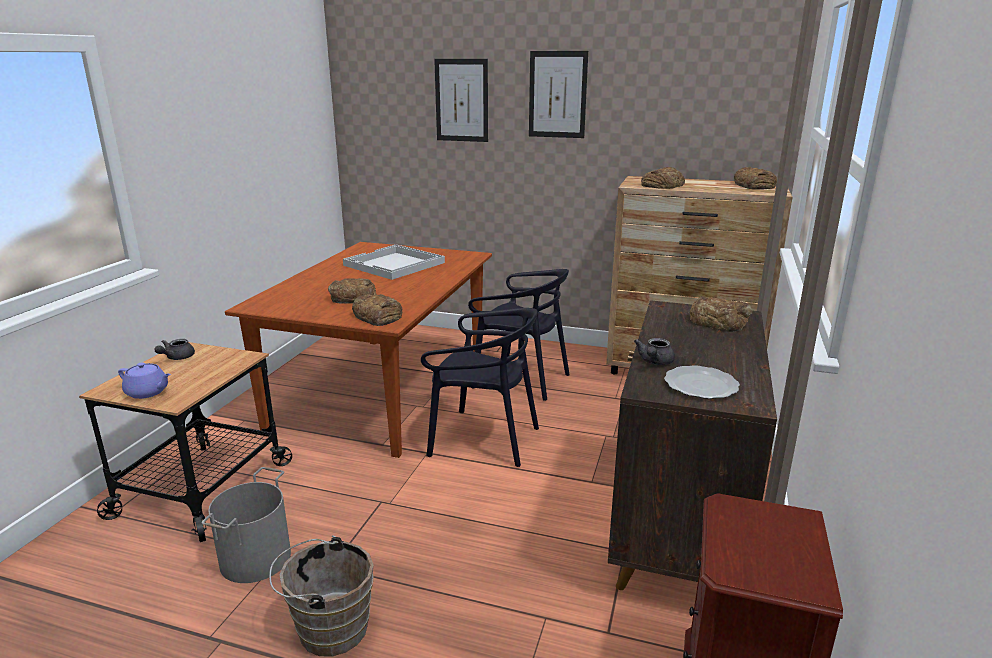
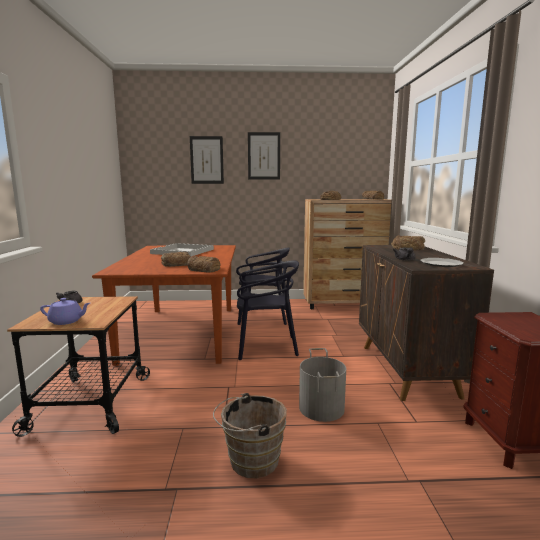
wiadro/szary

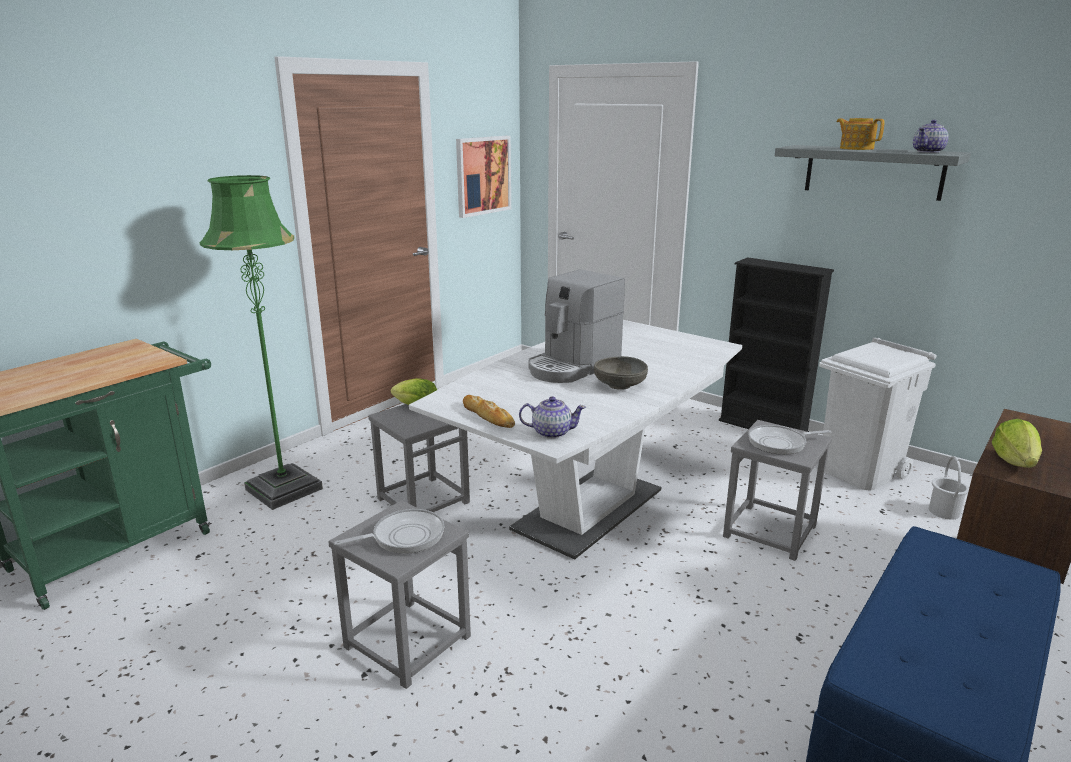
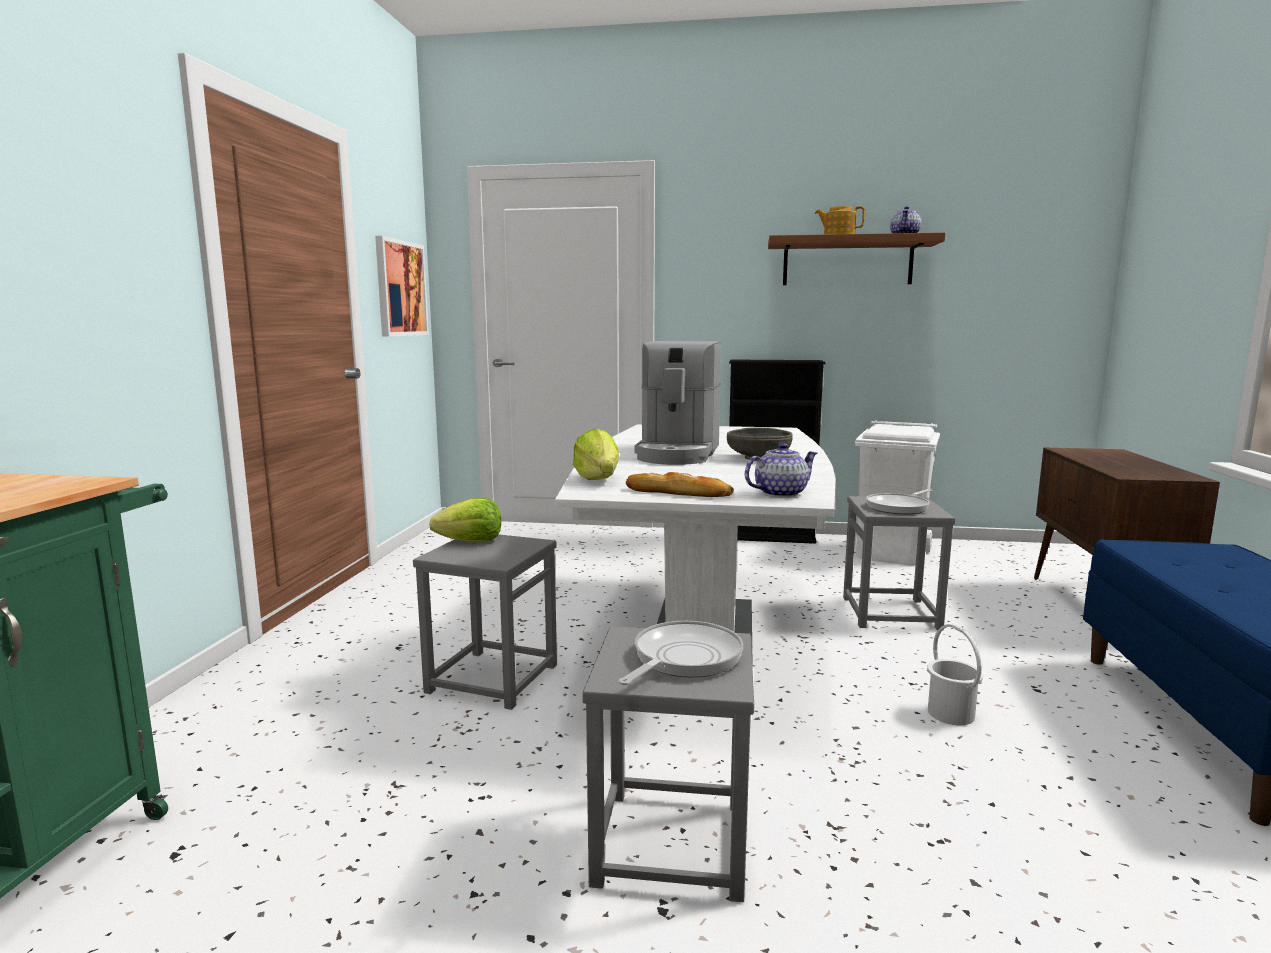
sałata (no. 2 from left); półka/brązowy; wiadro/biały; lampa stojąca/zielony

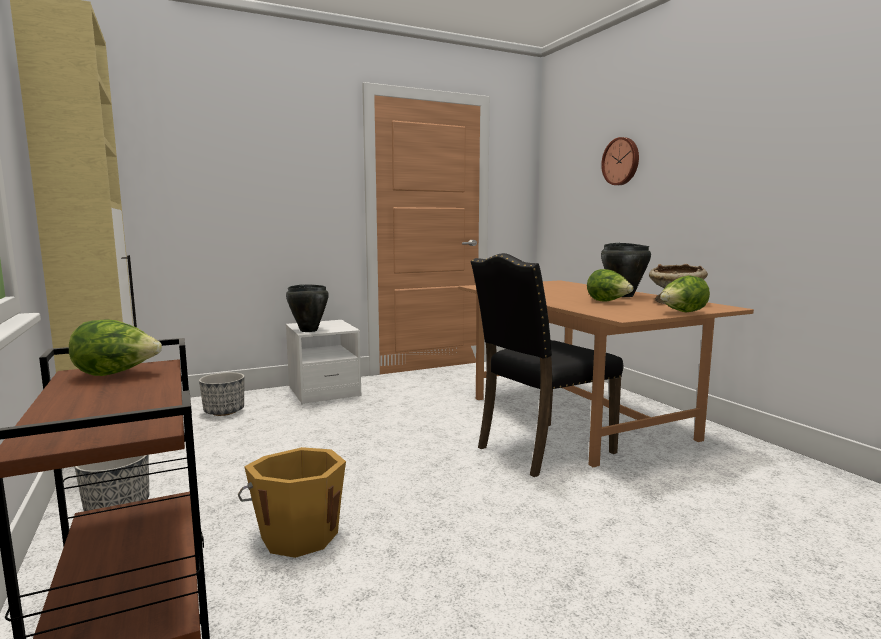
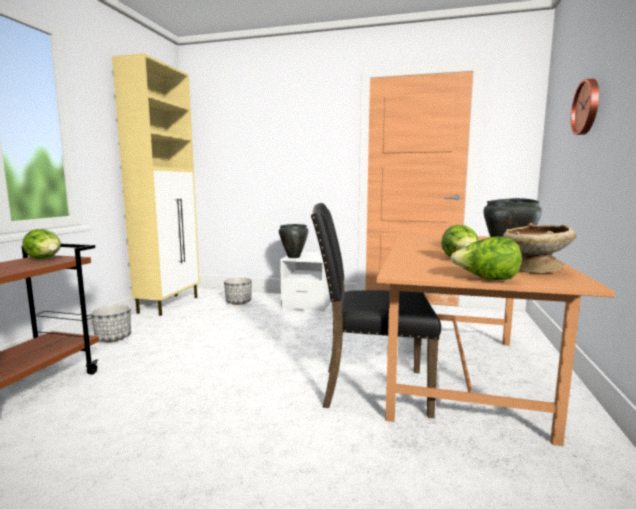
wiadro/pomarańczowy

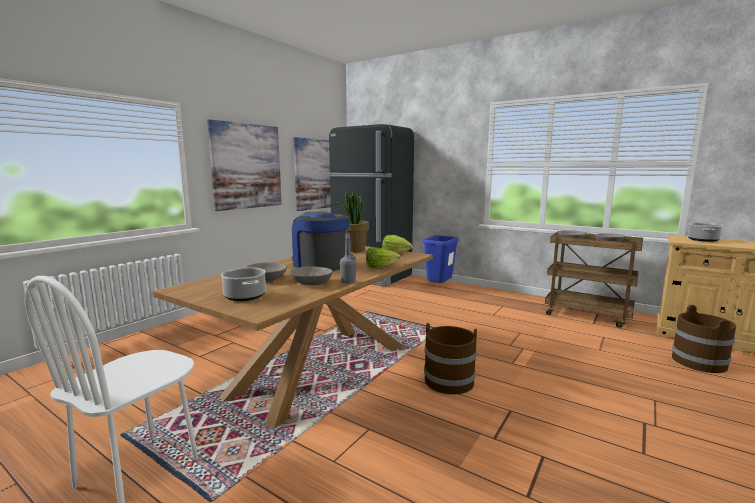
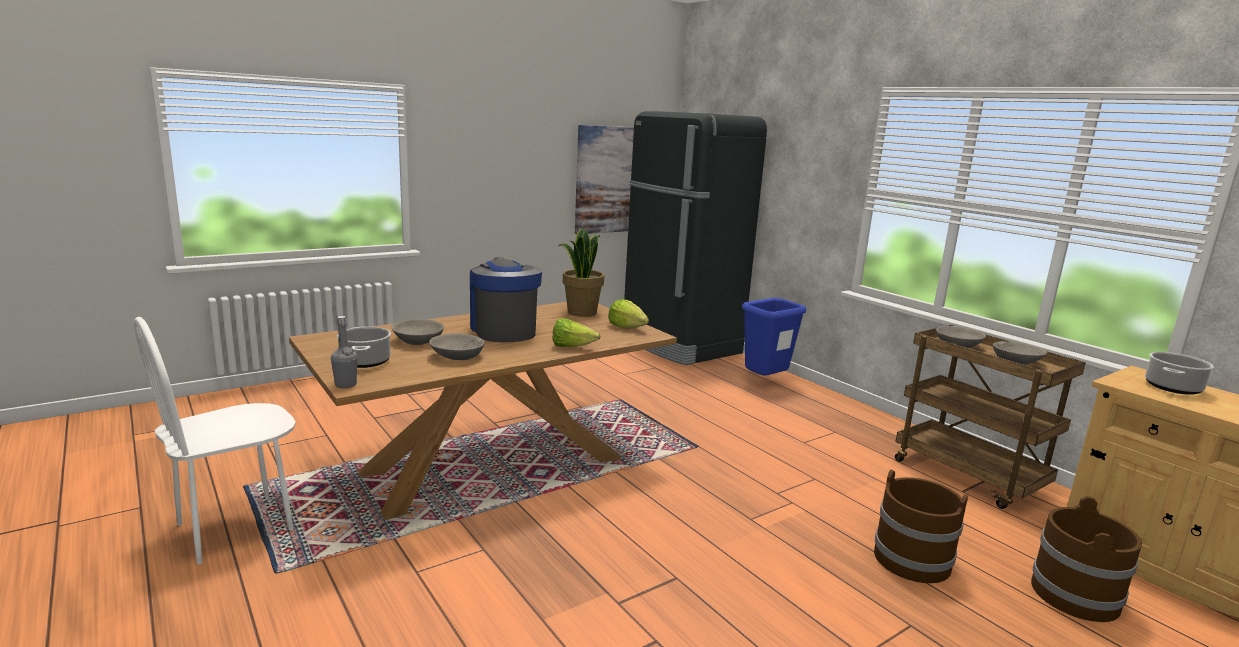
butelka/szary; wiadro/brązowy (no. 1 from left); obraz (no. 1 from left in the first image)

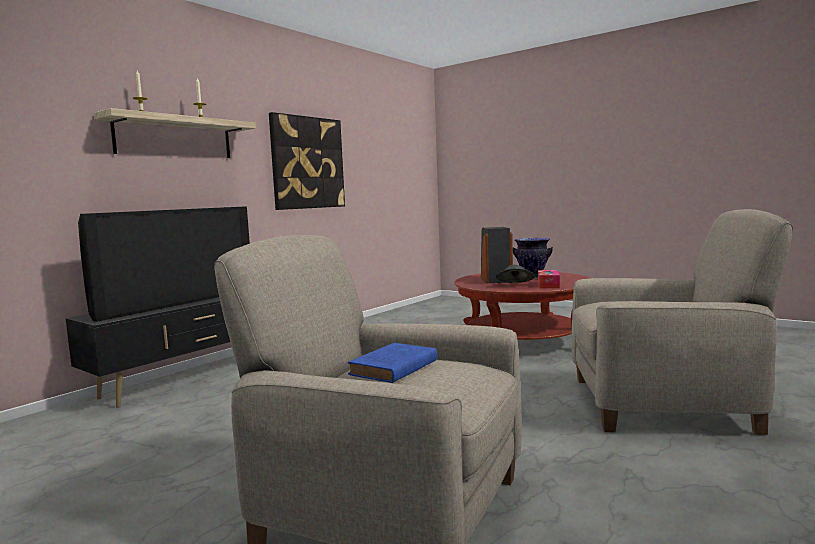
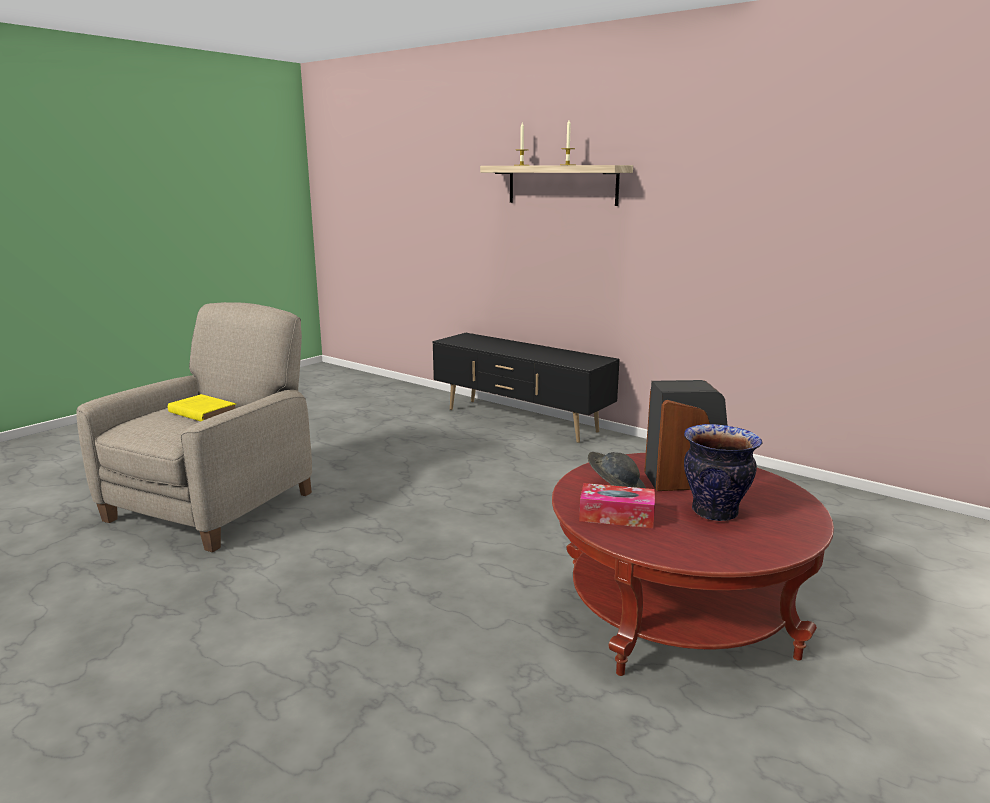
książka/żółty; telewizor; obraz; fotel/beżowy (no. 2 from left in the first image)

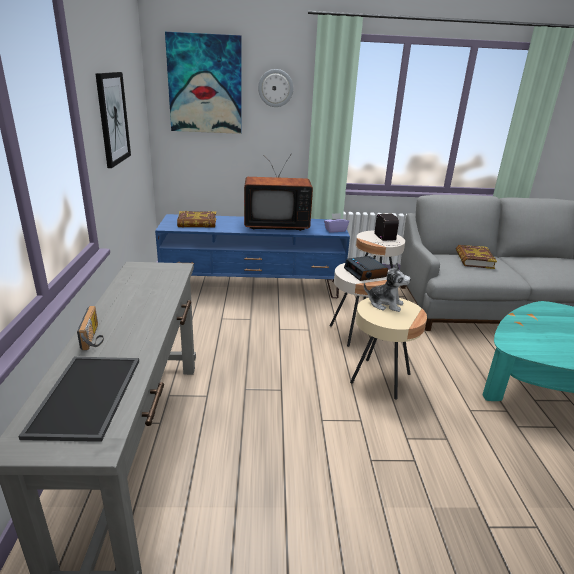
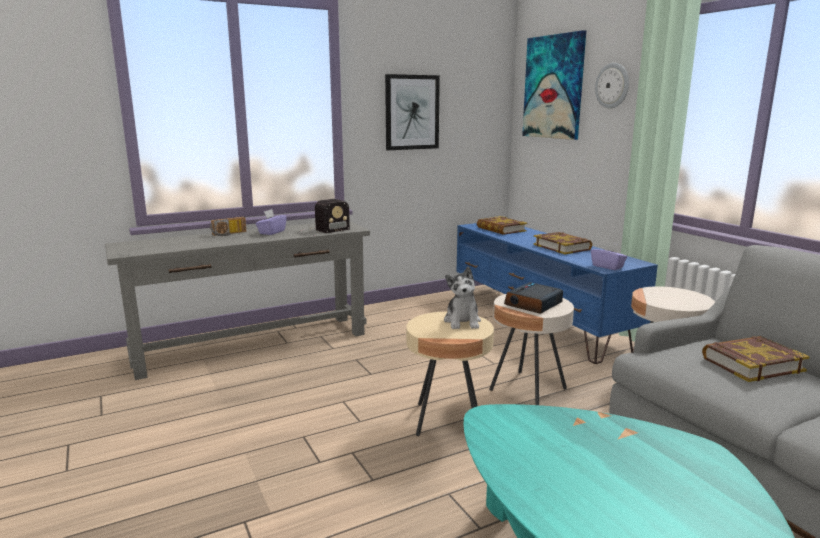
pudełko chusteczek/fioletowy (no. 1 from left); radio (no. 2 from left); książka (no. 2 from left); taca

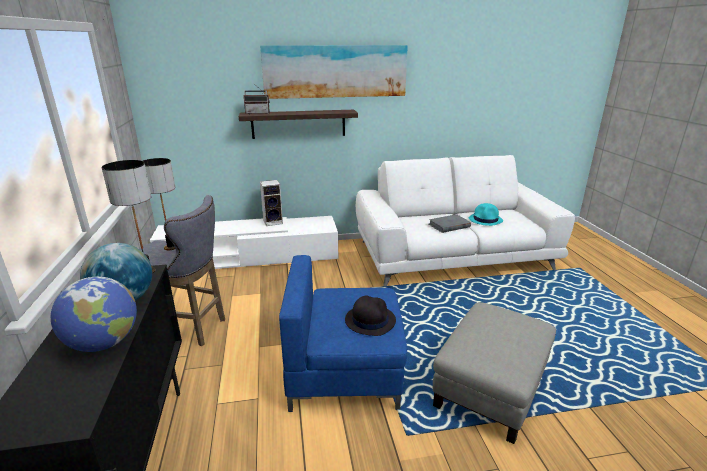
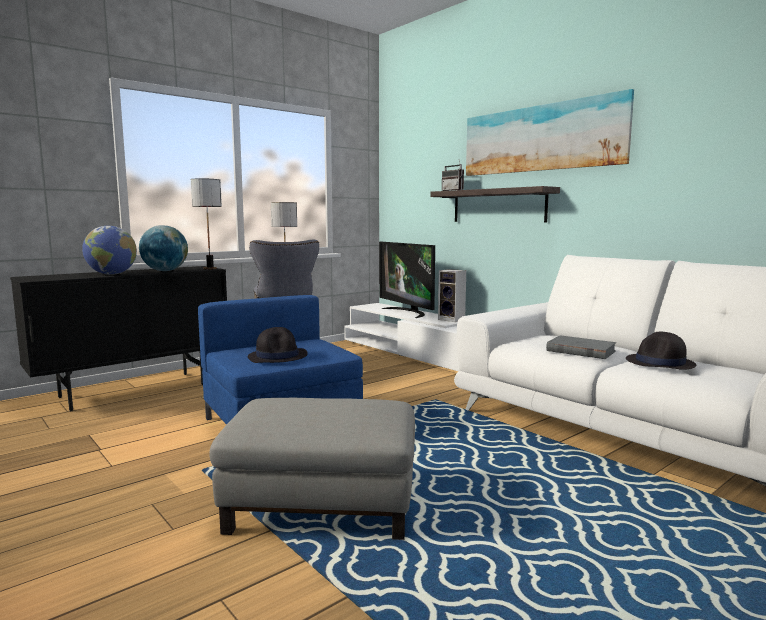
telewizor; kapelusz/czarny (no. 2 from left)

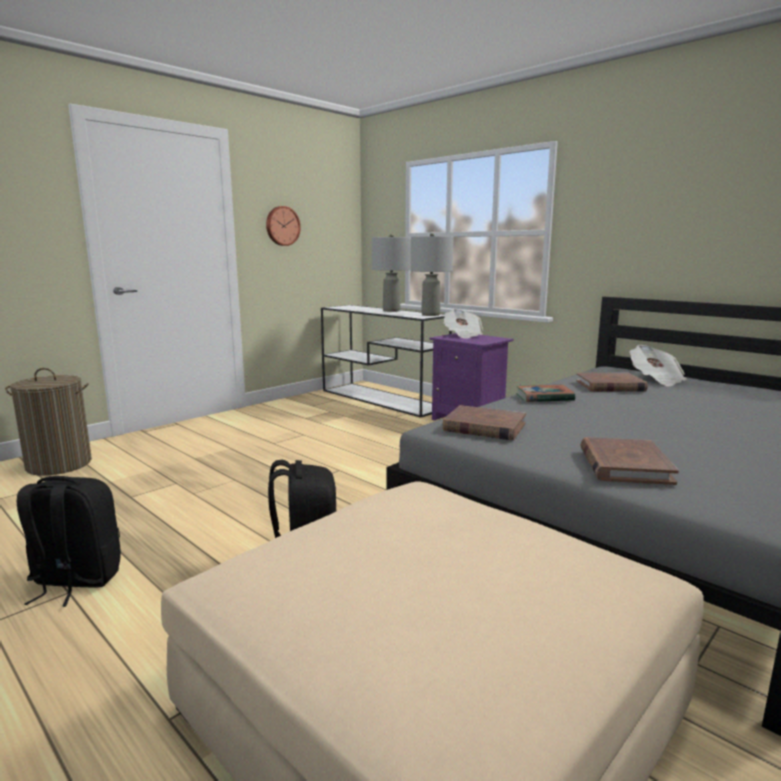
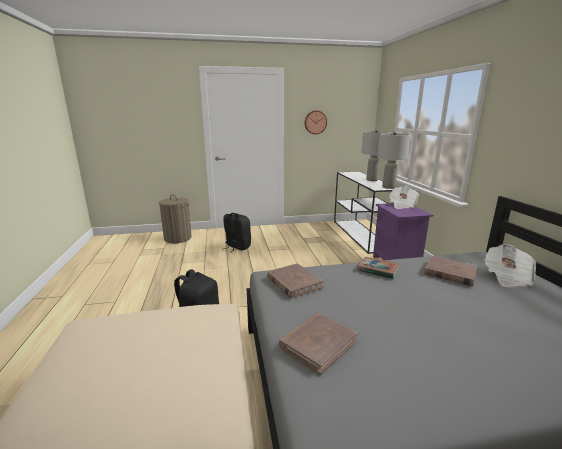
plecak/czarny (no. 2 from left)

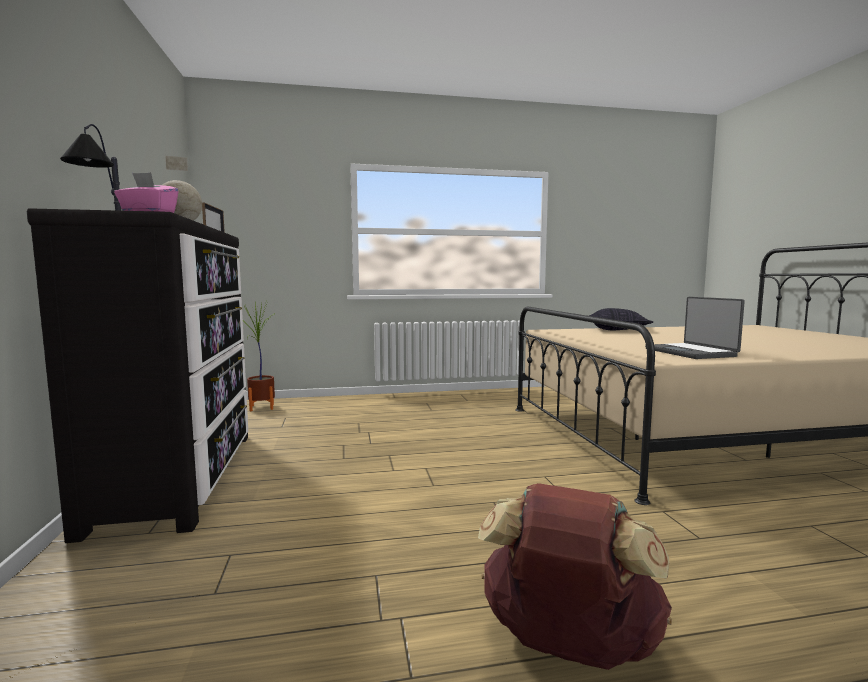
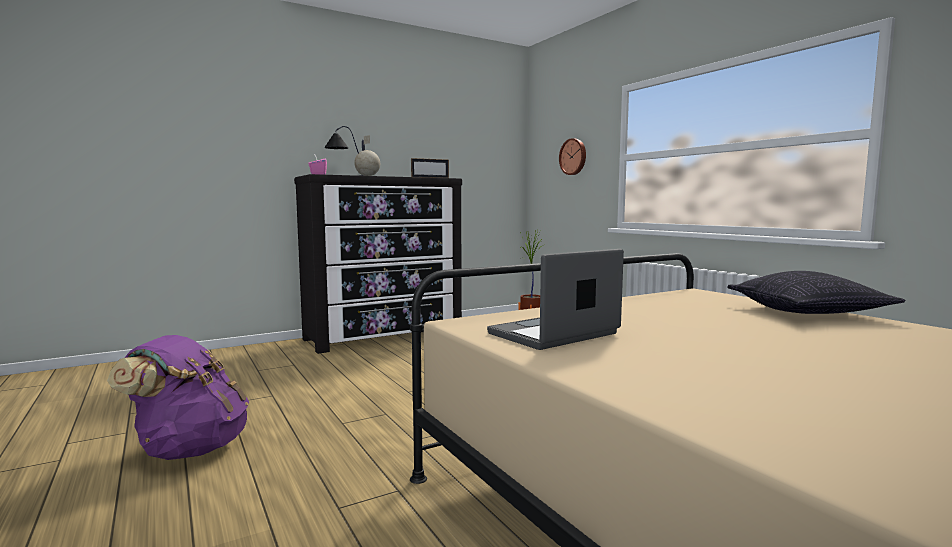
plecak/fioletowy; zegar ścienny

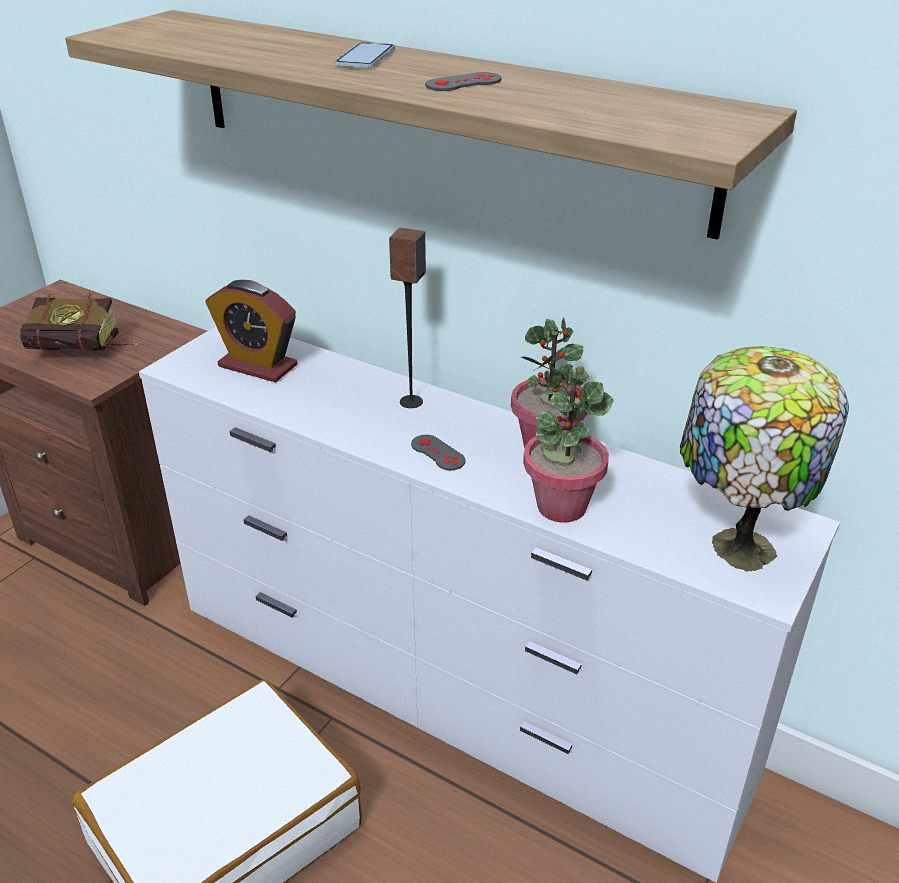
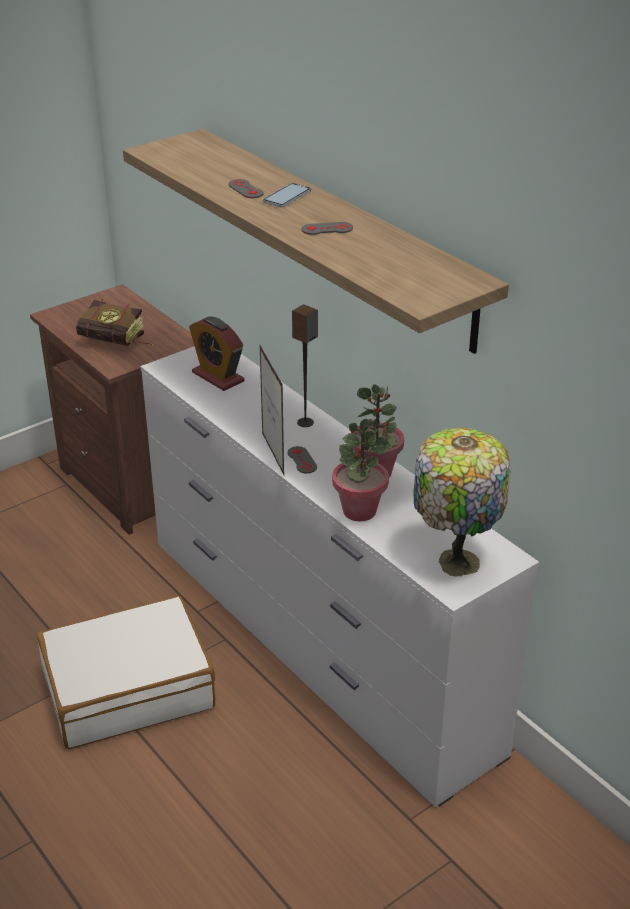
pad do gier/szary (no. 1 from left); ramka na zdjęcie

